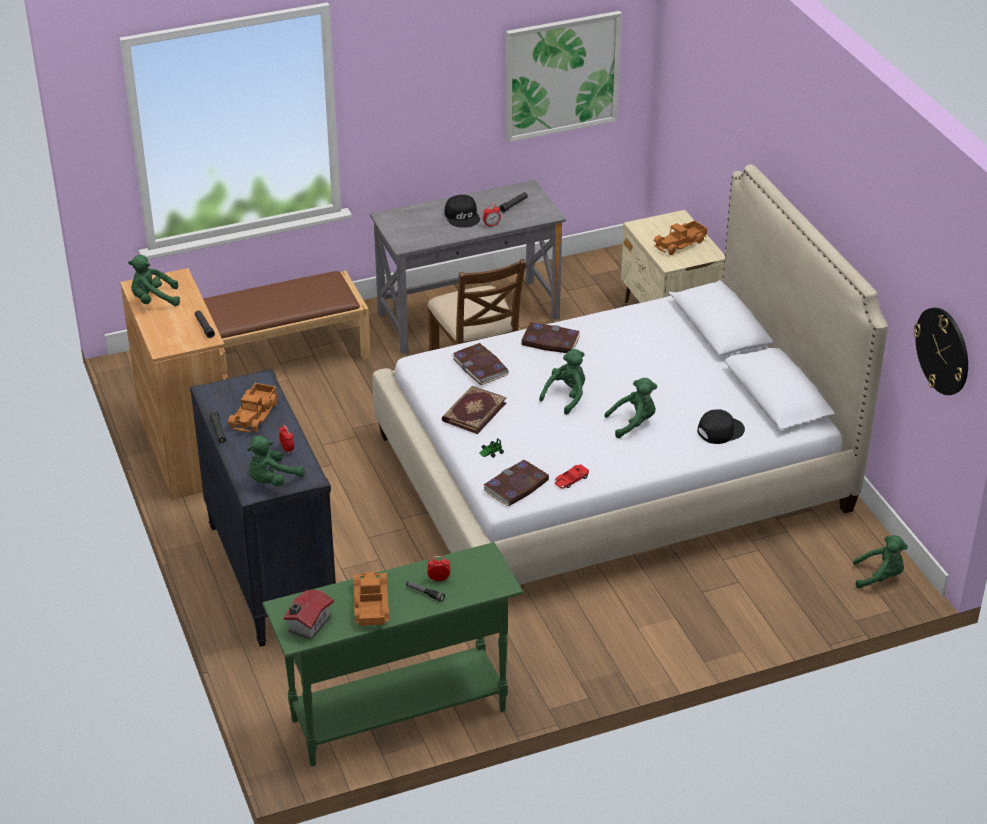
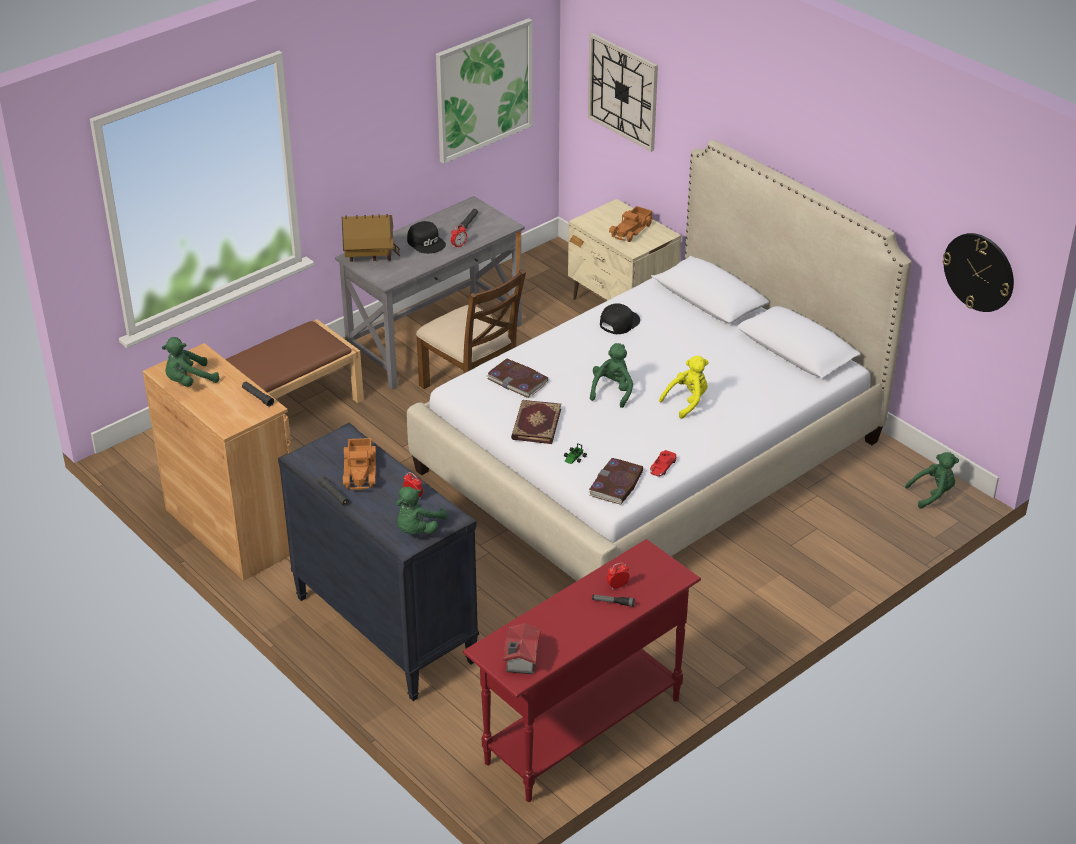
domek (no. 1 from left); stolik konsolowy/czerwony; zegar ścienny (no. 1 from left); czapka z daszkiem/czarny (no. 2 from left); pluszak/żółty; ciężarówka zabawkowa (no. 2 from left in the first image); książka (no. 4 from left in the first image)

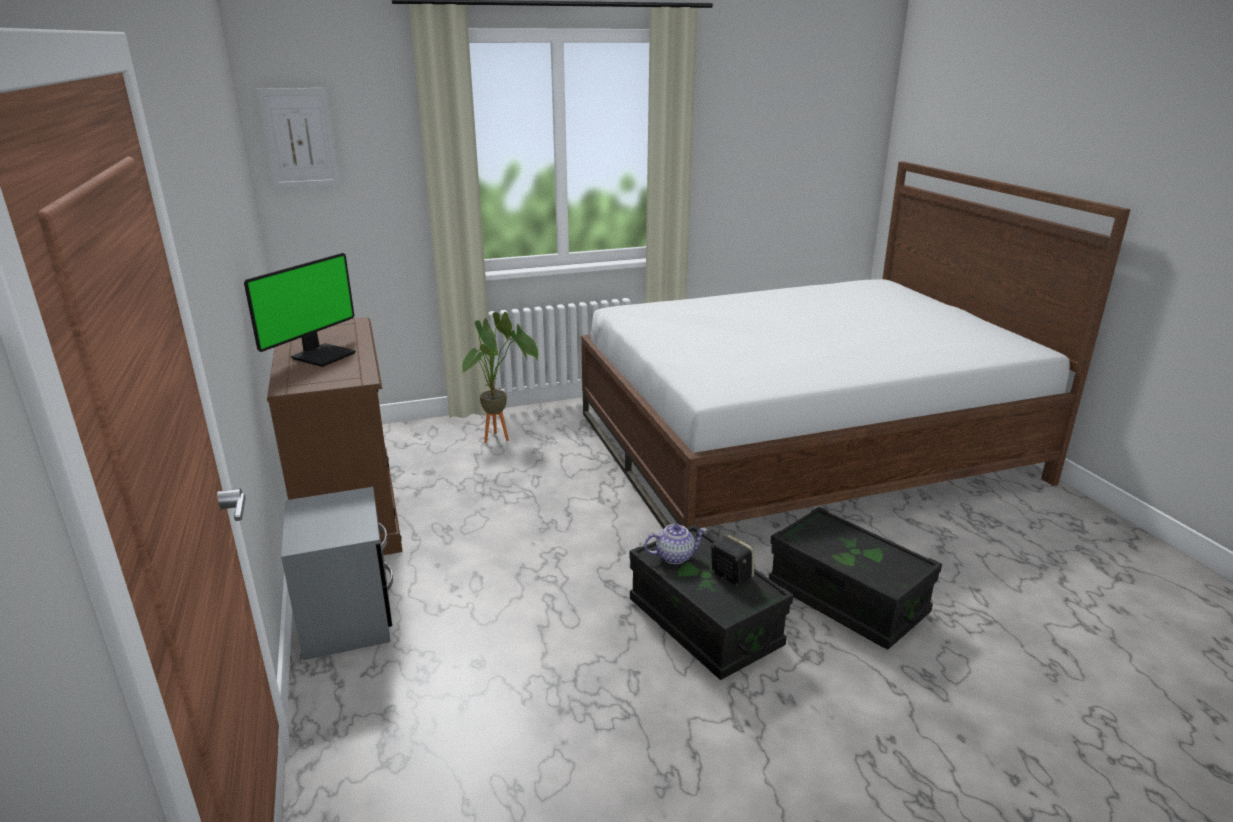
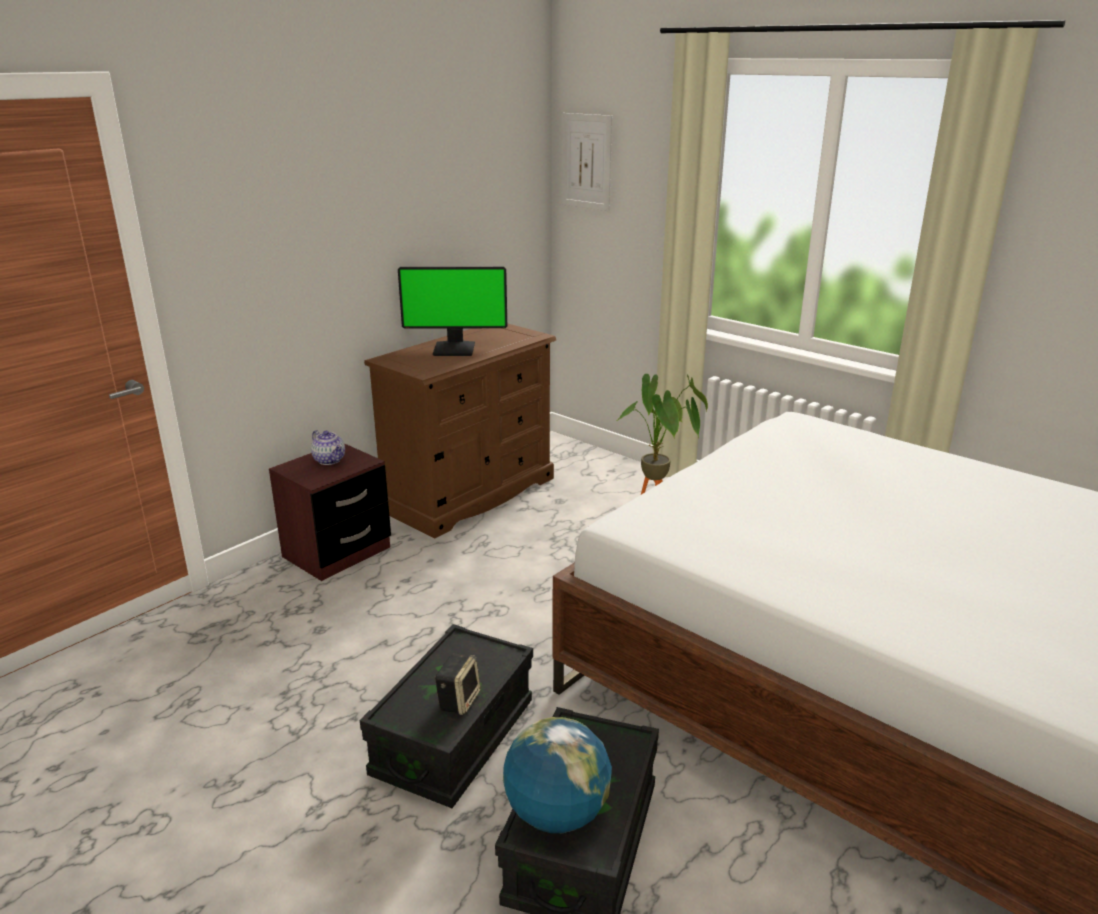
szafka nocna/brązowy; imbryk; globus

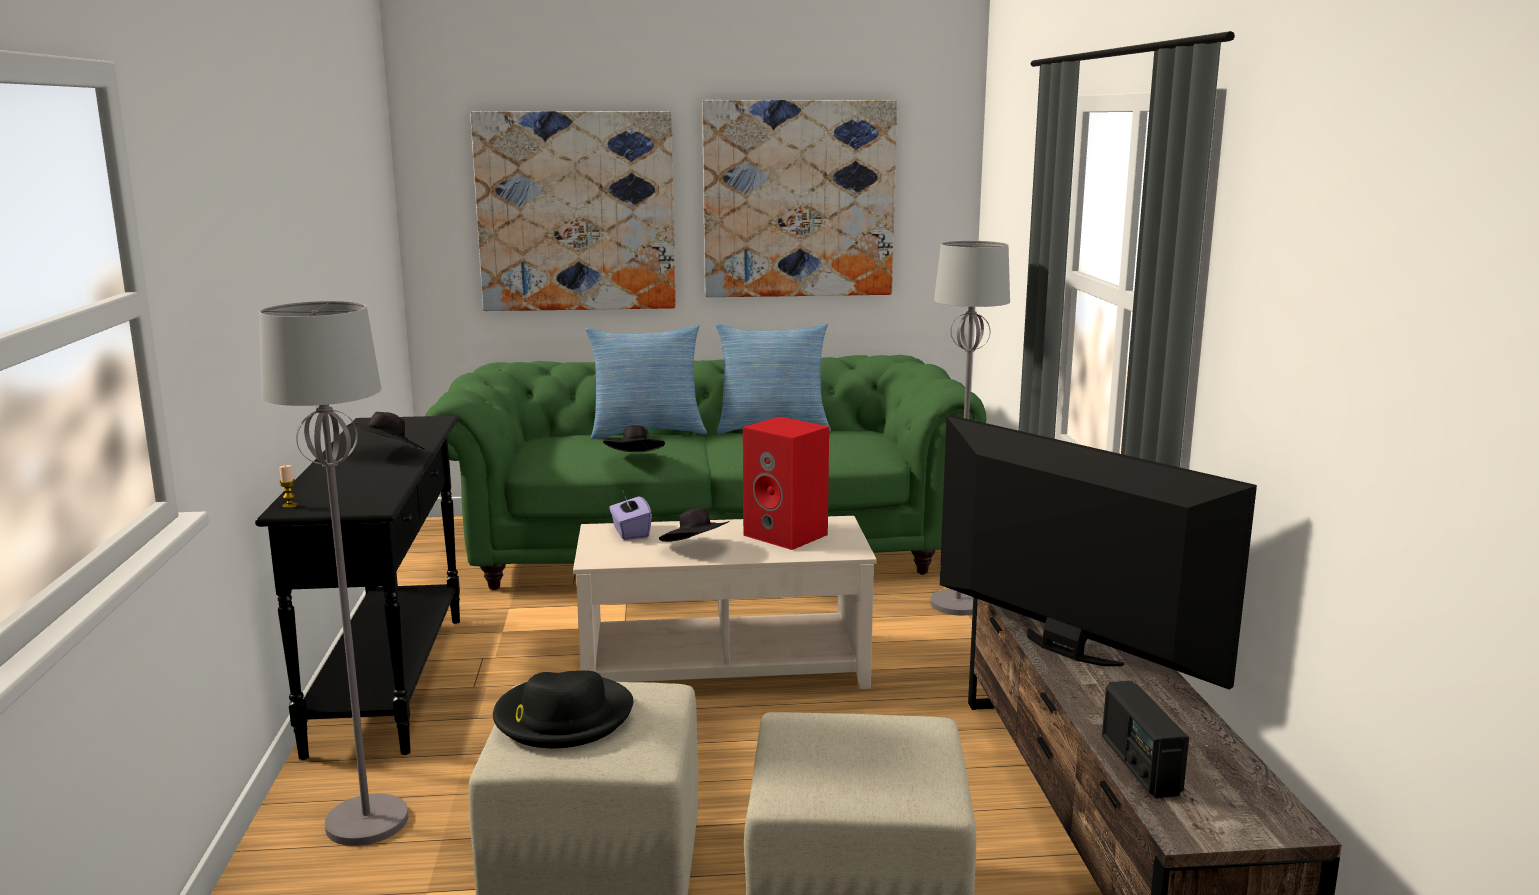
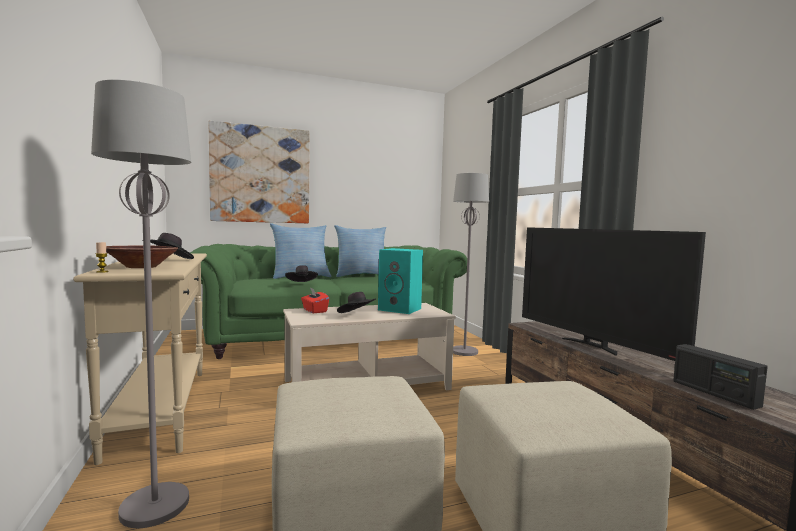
stolik konsolowy/beżowy; miska/brązowy; pudełko chusteczek/czerwony; głośnik/turkusowy; telewizor; kapelusz/czarny (no. 2 from left in the first image); obraz (no. 2 from left in the first image)

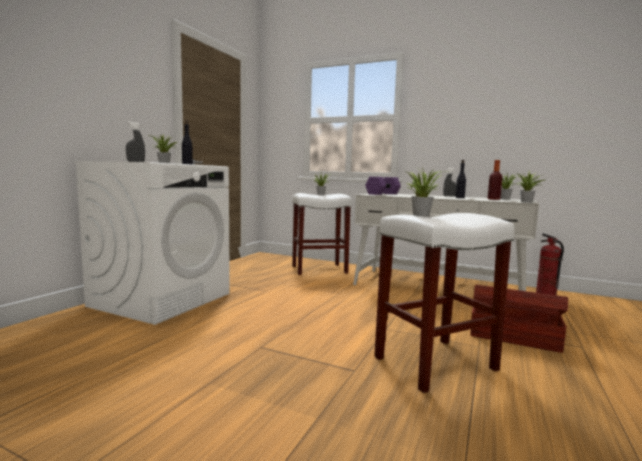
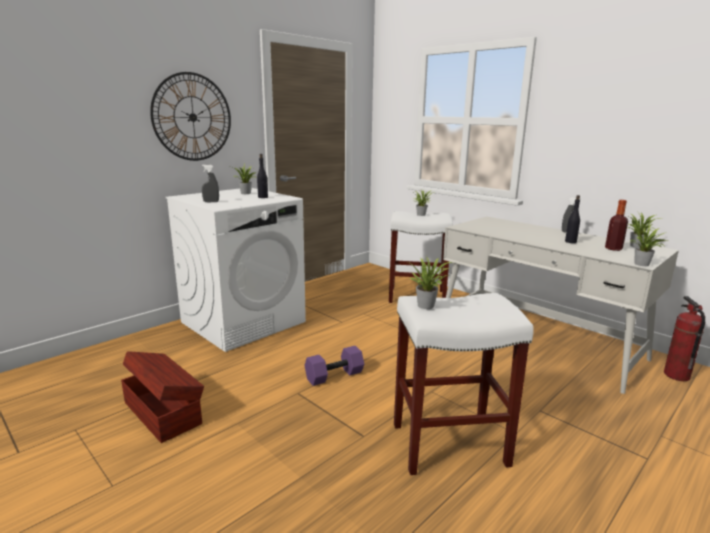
pojemnik do przechowywania/brązowy; zegar ścienny; hantel/fioletowy

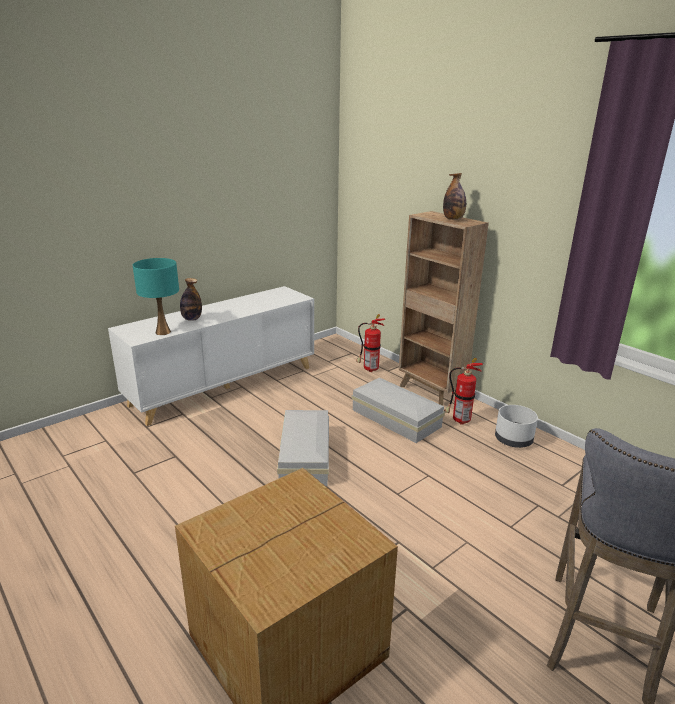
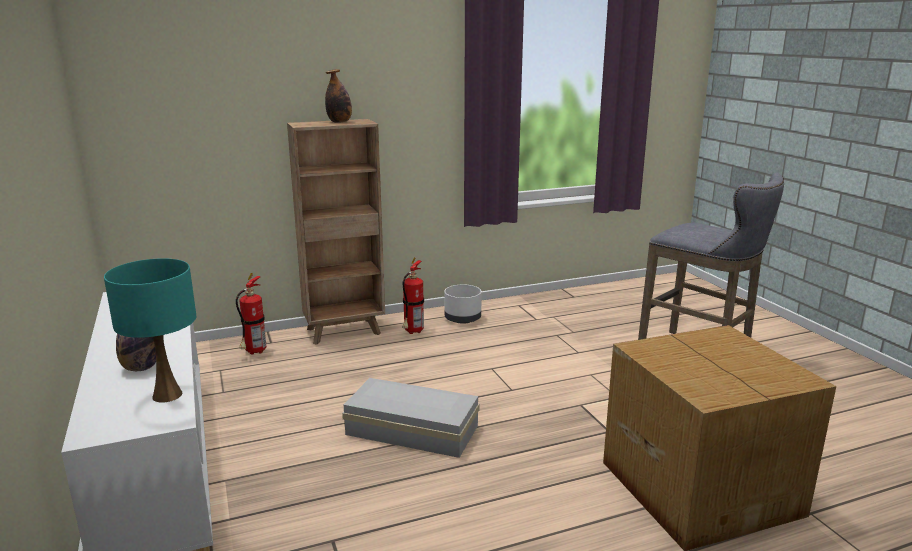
pojemnik do przechowywania/biały (no. 2 from left in the first image)

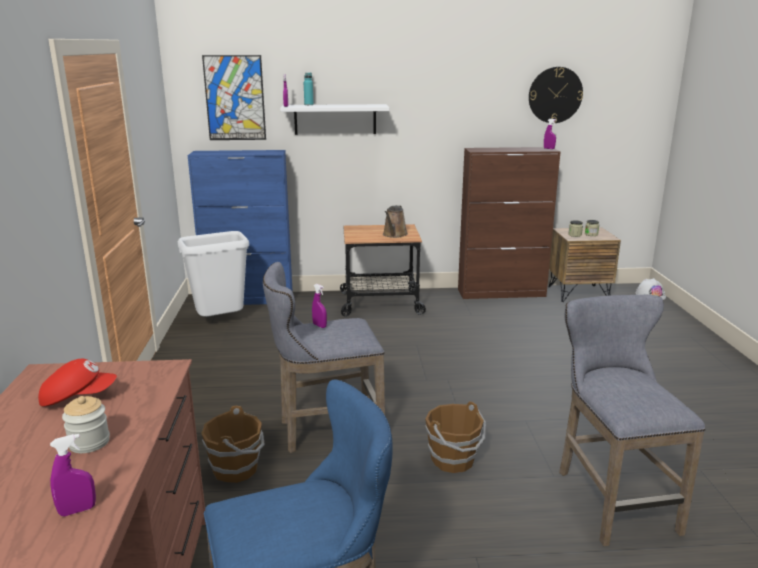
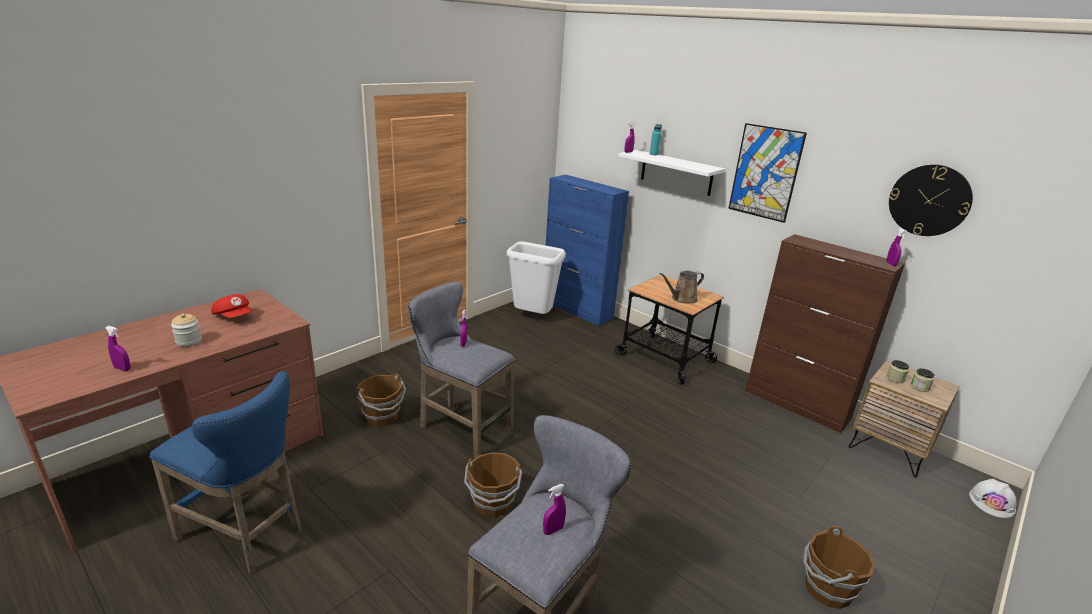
spryskiwacz/fioletowy (no. 3 from left); obraz; wiadro/brązowy (no. 3 from left)

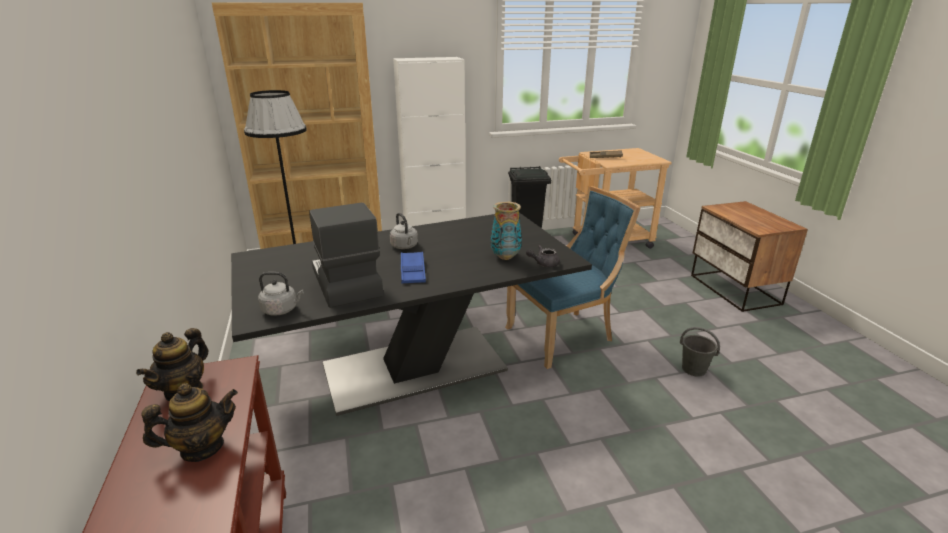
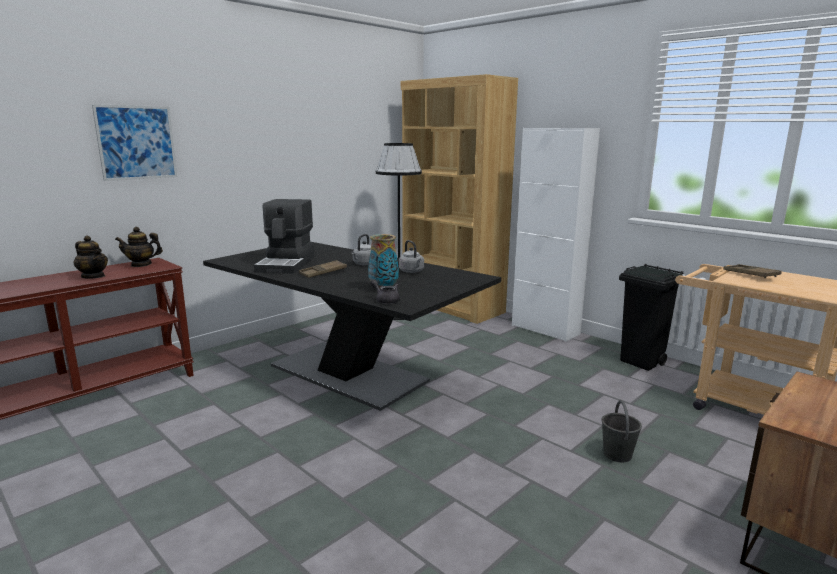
obraz; ekspres do kawy; taca/brązowy (no. 1 from left); czajnik/szary (no. 2 from left); wiadro/szary; krzesło/niebieski

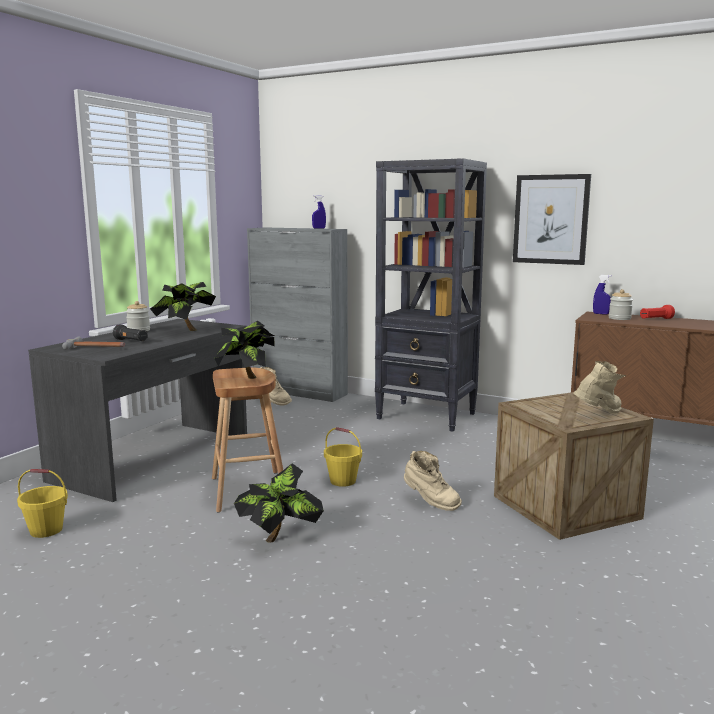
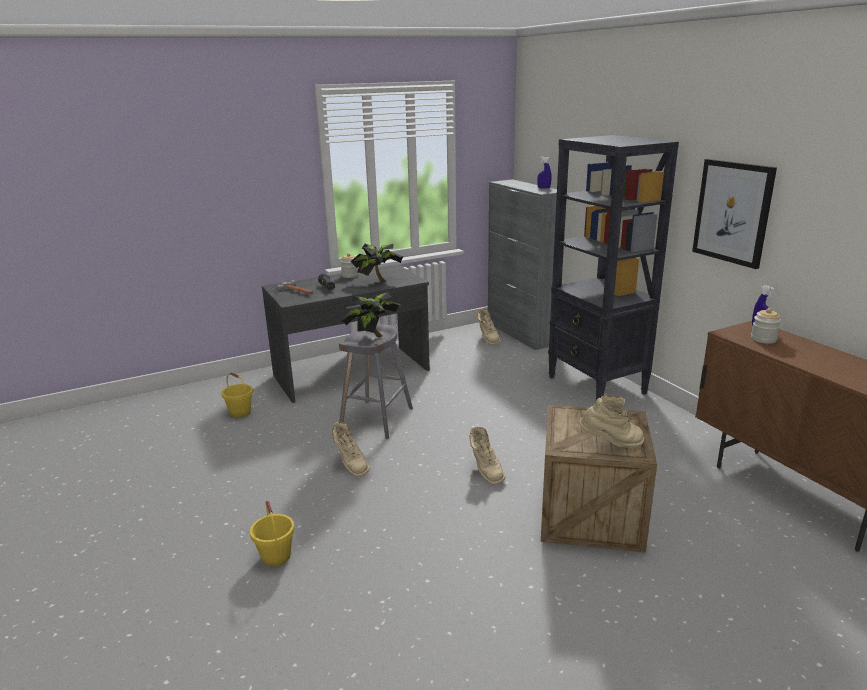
wiadro/żółty (no. 2 from left); but z cholewką/beżowy (no. 1 from left); stołek/szary; latarka/czerwony

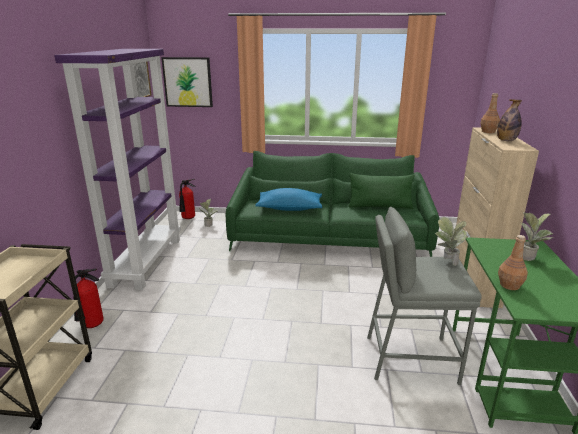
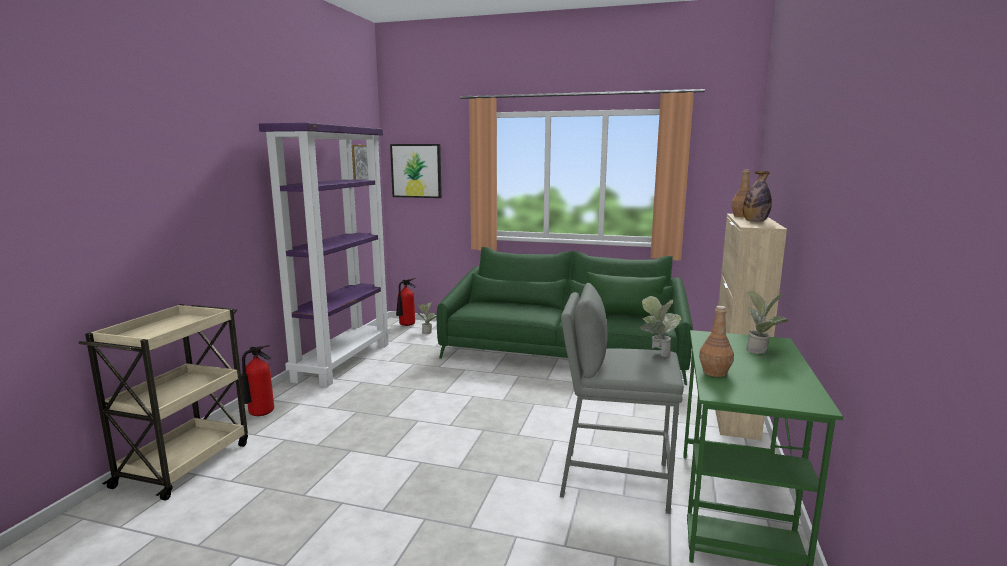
poduszka/niebieski

